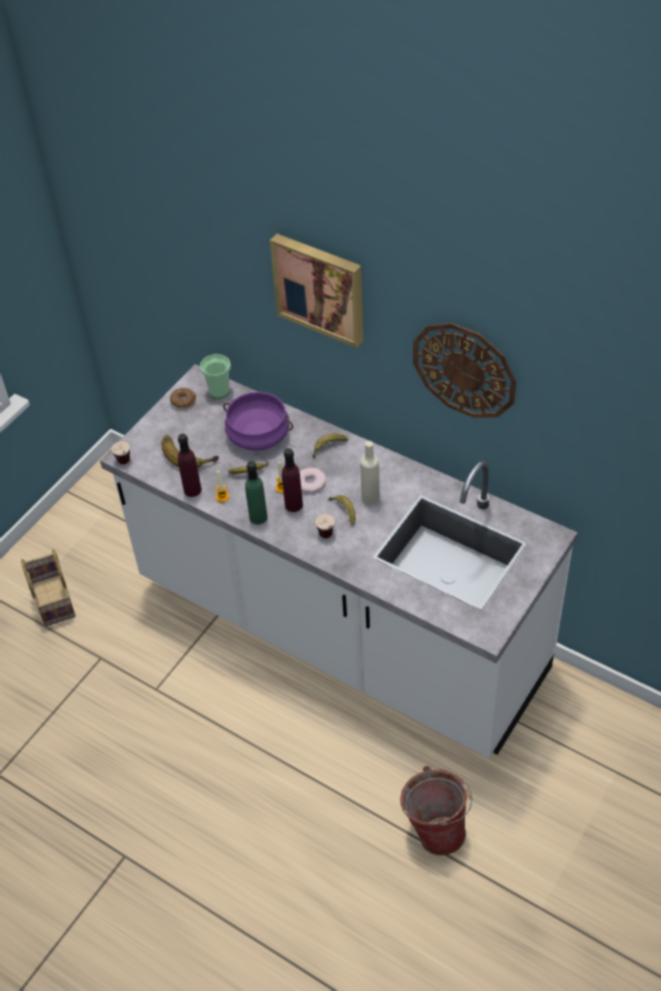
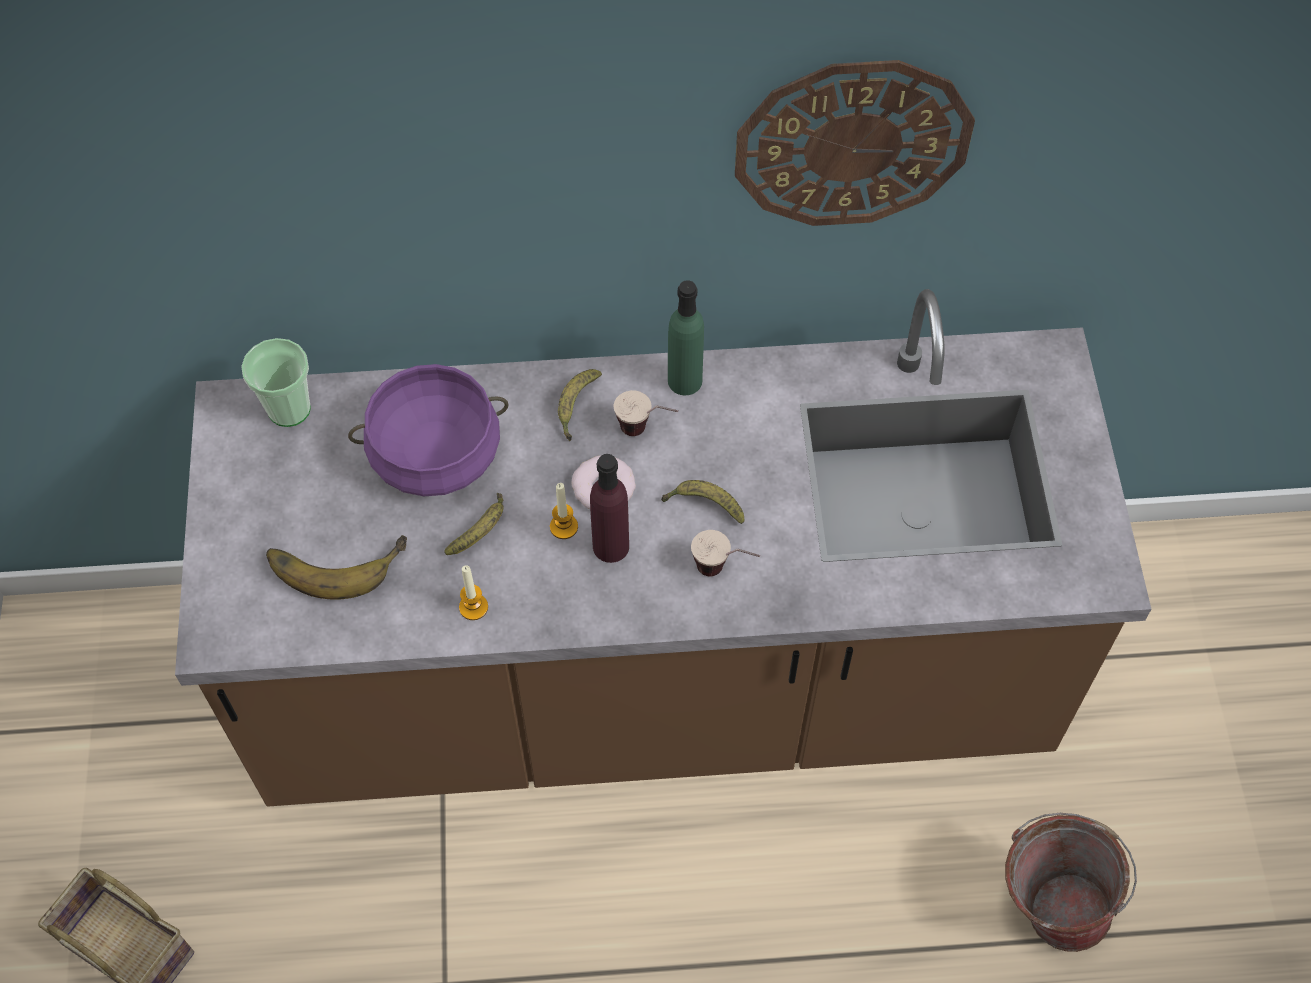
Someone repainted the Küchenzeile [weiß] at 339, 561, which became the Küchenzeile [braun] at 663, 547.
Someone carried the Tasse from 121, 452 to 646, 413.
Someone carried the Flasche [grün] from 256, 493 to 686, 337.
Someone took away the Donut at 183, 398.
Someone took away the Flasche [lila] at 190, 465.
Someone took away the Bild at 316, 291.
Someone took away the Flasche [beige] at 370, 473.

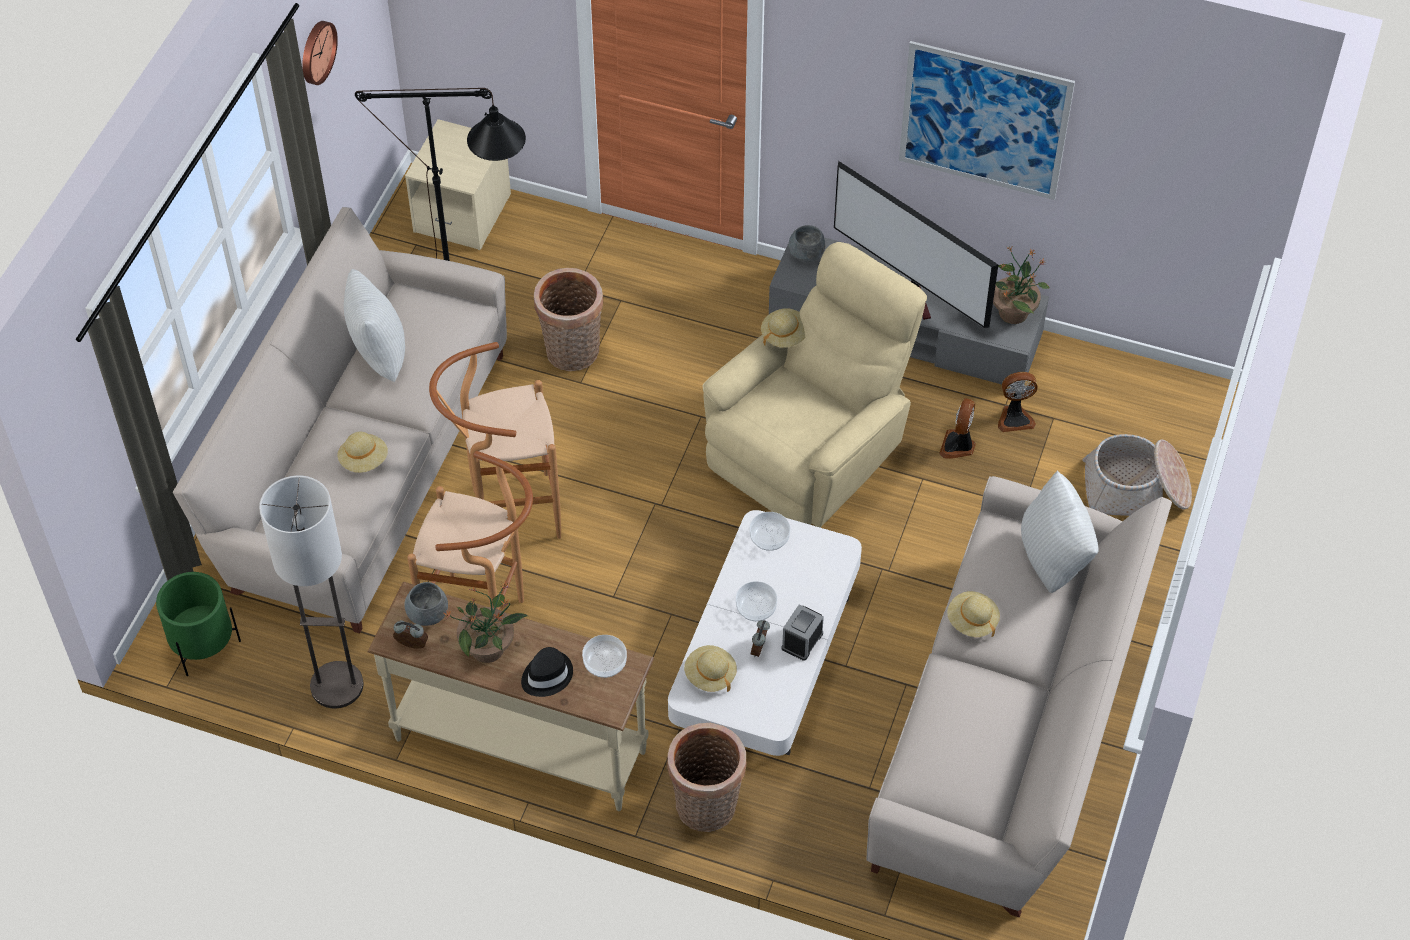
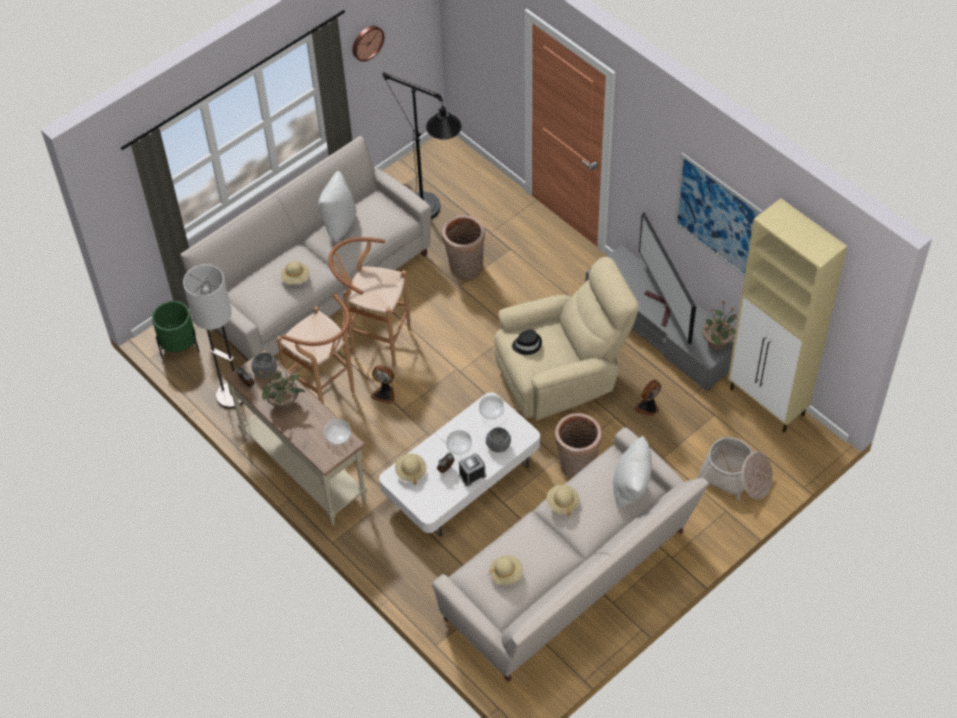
Someone carried the Ventilator from 1018, 402 to 382, 384.
Someone carried the Schüssel [grau] from 807, 243 to 498, 440.
Someone carried the Hut [beige] from 783, 328 to 506, 570.
Someone carried the Hut [schwarz] from 547, 672 to 527, 342.
Someone carried the Korb from 706, 777 to 578, 445.
Someone put down the Schrank [beige] at 787, 315.
Someone took away the Nachttisch [beige] at 458, 184.

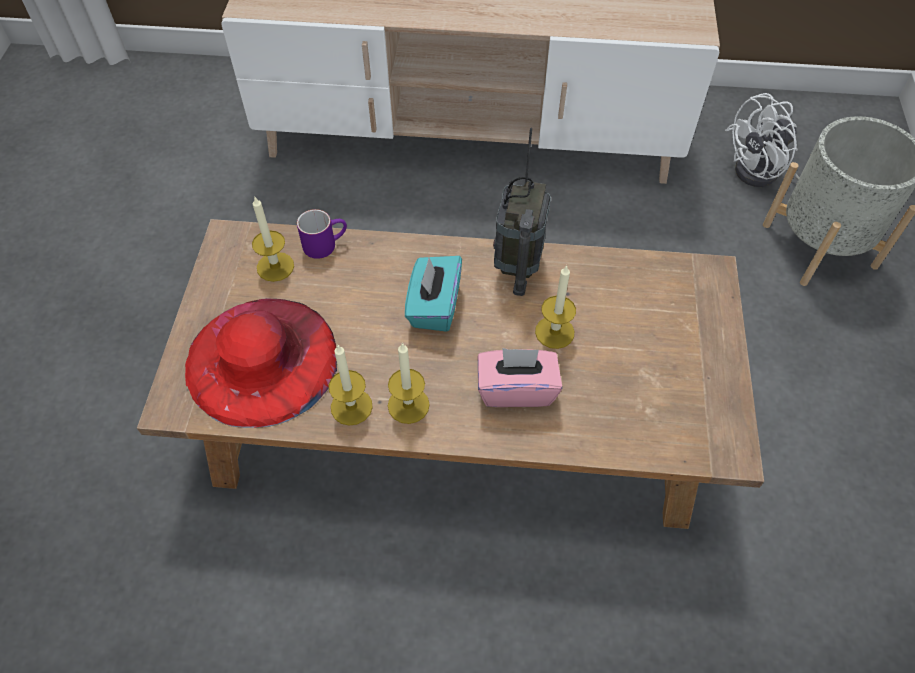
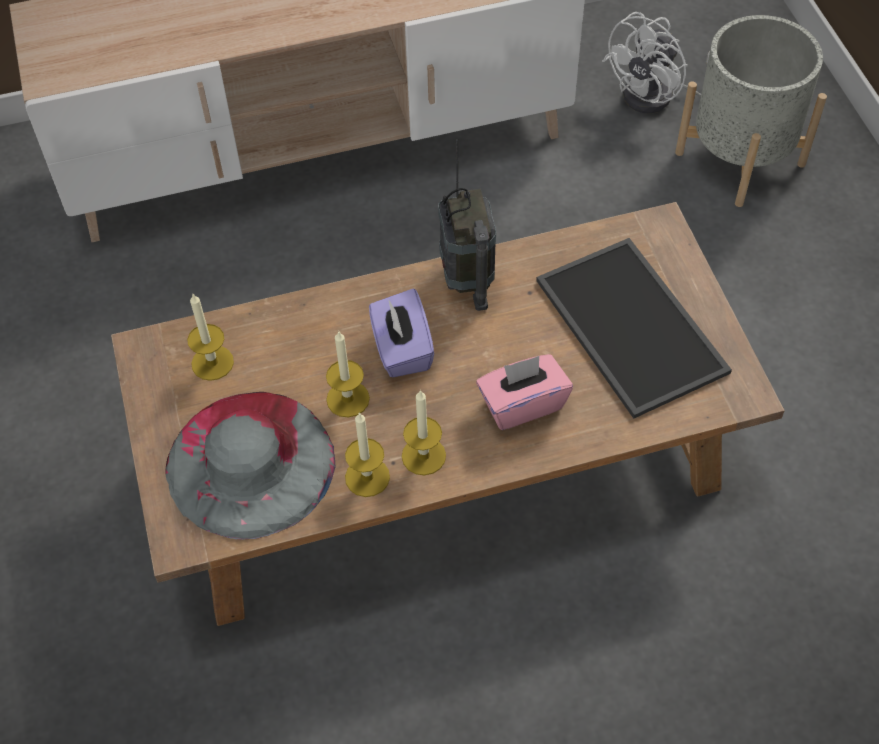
Someone repainted the Hut [rot] at 261, 363, which became the Hut [grau] at 250, 465.
Someone carried the Kerze from 555, 307 to 348, 374.
Someone repainted the Taschentuchbox [türkis] at 433, 294, which became the Taschentuchbox [lila] at 401, 333.
Someone put down the Tablett at 634, 328.
Someone took away the Henkelbecher [lila] at 322, 234.

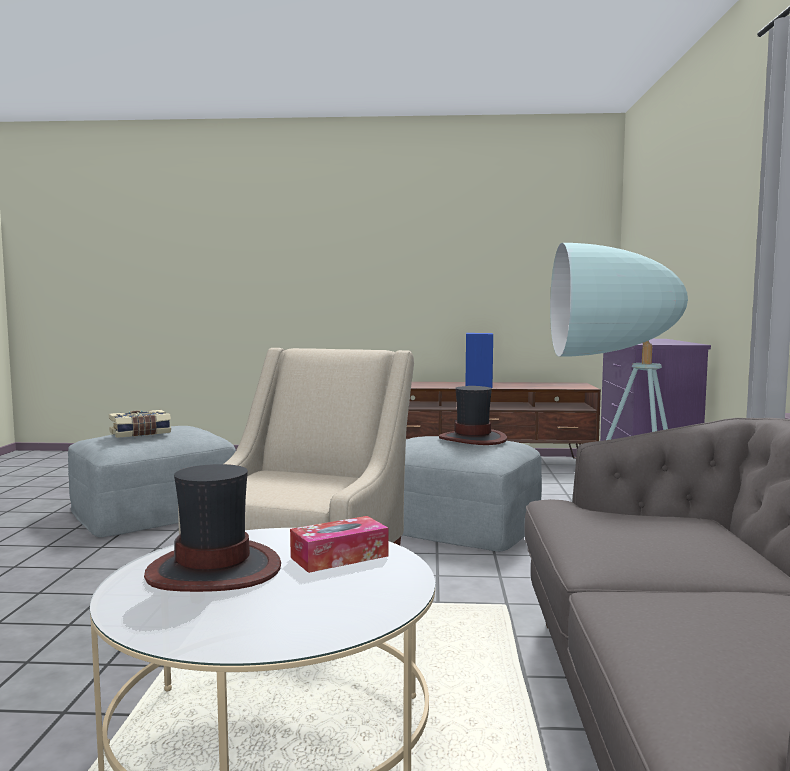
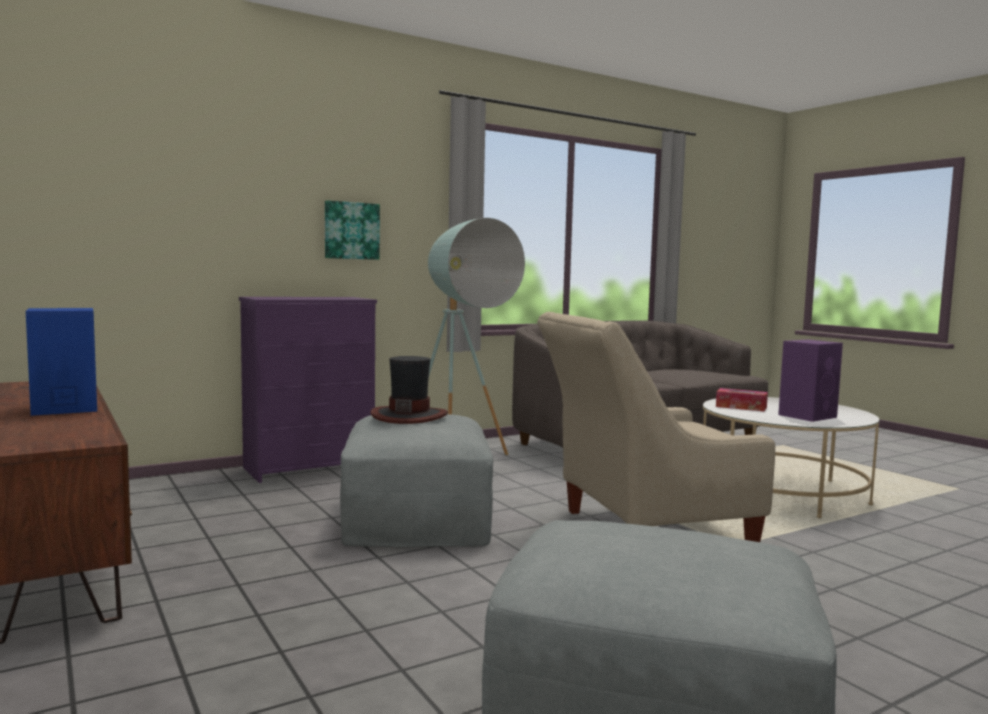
Someone put up the Bild at 352, 230.
Someone swapped the Hut at 212, 528 for the Lautsprecher [lila] at 810, 381.
Someone took away the Buch at 140, 424.

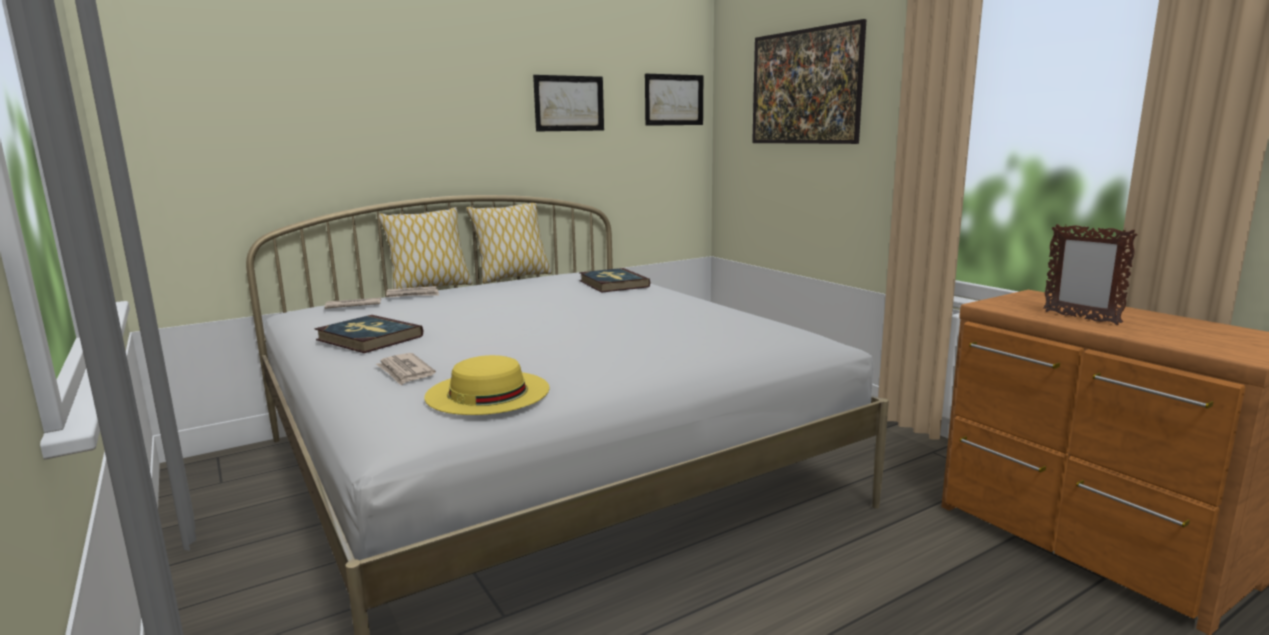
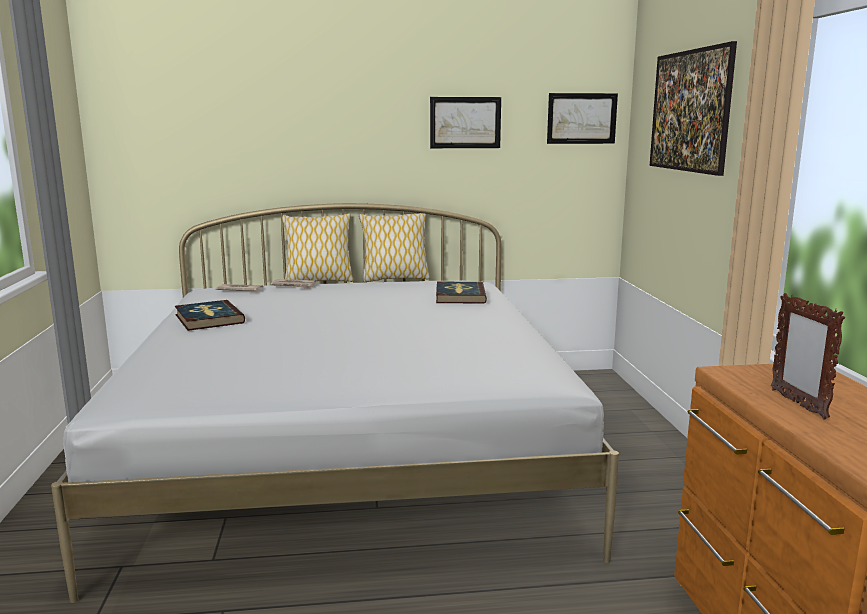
Someone took away the Zeitung at 406, 369.
Someone took away the Hut [gelb] at 486, 385.

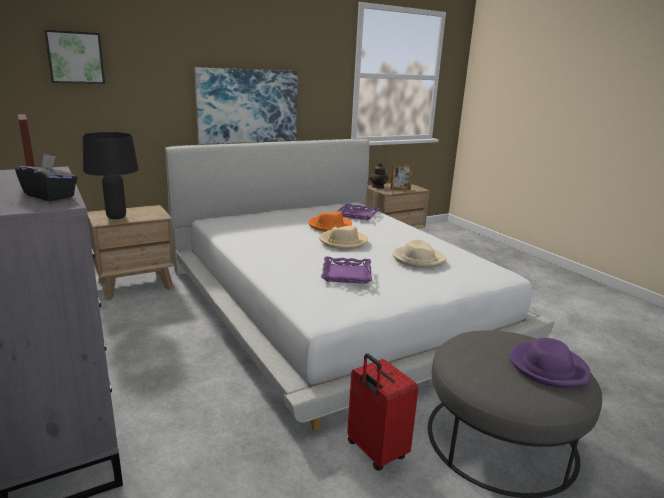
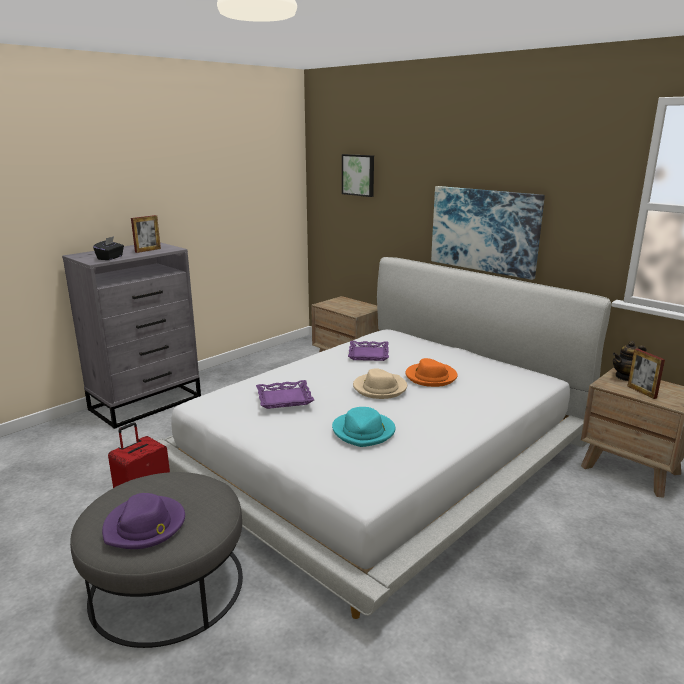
Someone repainted the Hut [beige] at 419, 253, which became the Hut [türkis] at 364, 427.
Someone carried the Tablett [lila] from 358, 212 to 368, 351.
Someone took away the Tischlampe [schwarz] at 111, 175.

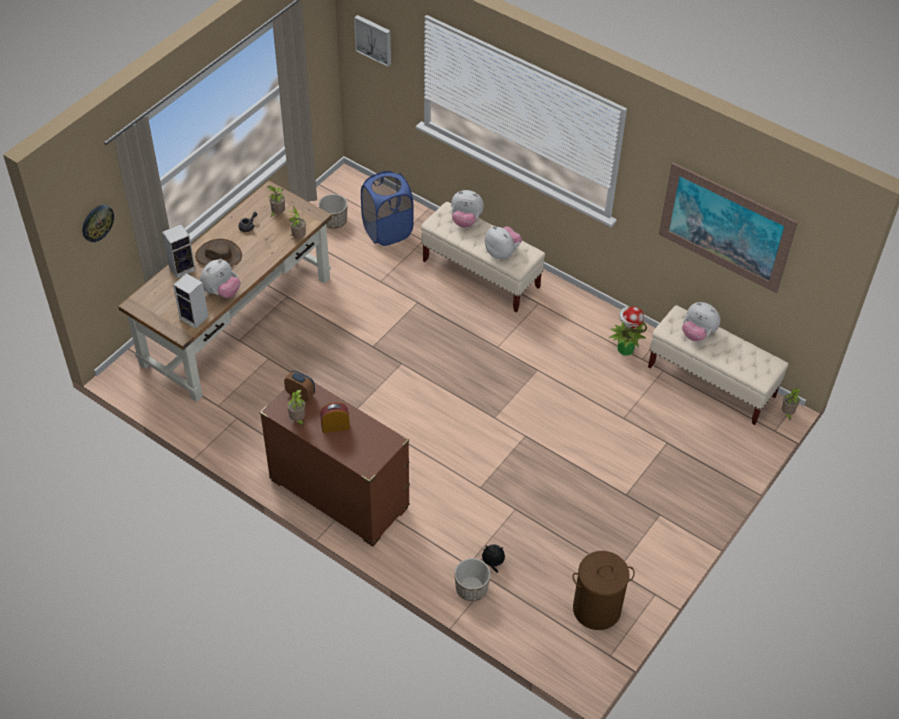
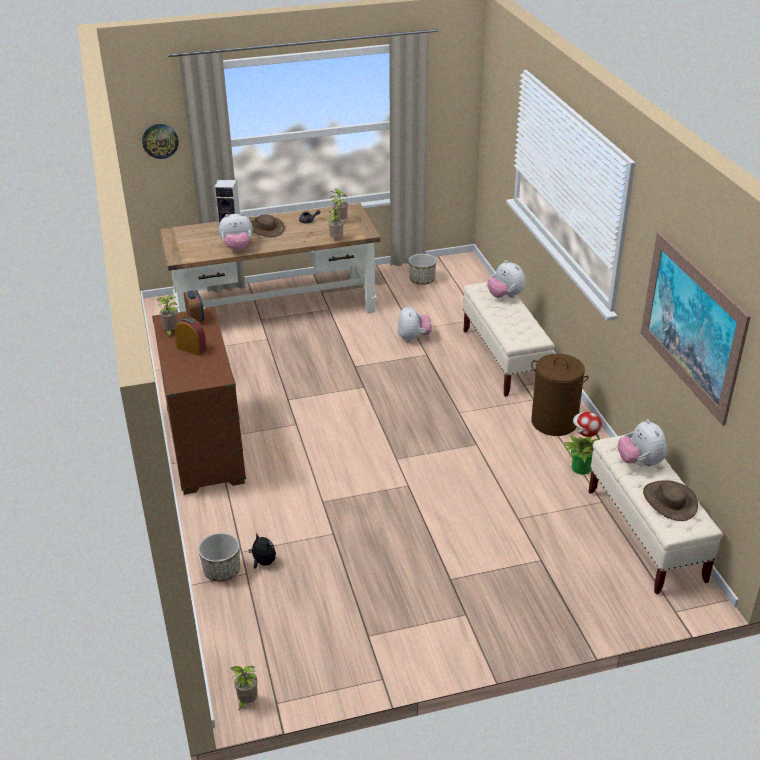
Someone carried the Topfpflanze from 791, 404 to 244, 688.
Someone carried the Plüschtier from 503, 242 to 414, 323.
Someone carried the Wäschekorb [braun] from 604, 590 to 560, 395.
Someone put down the Hut [braun] at 670, 500.
Someone took away the Lautsprecher at 191, 301.
Someone took away the Bild at 372, 41.
Someone took away the Wäschekorb [blau] at 387, 208.

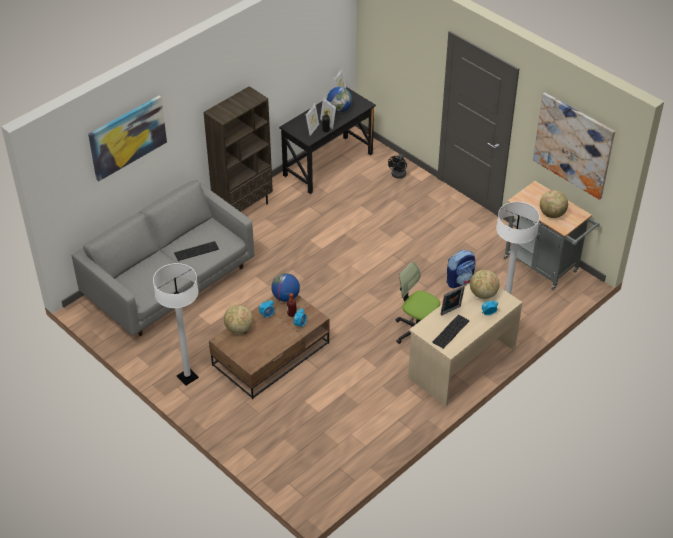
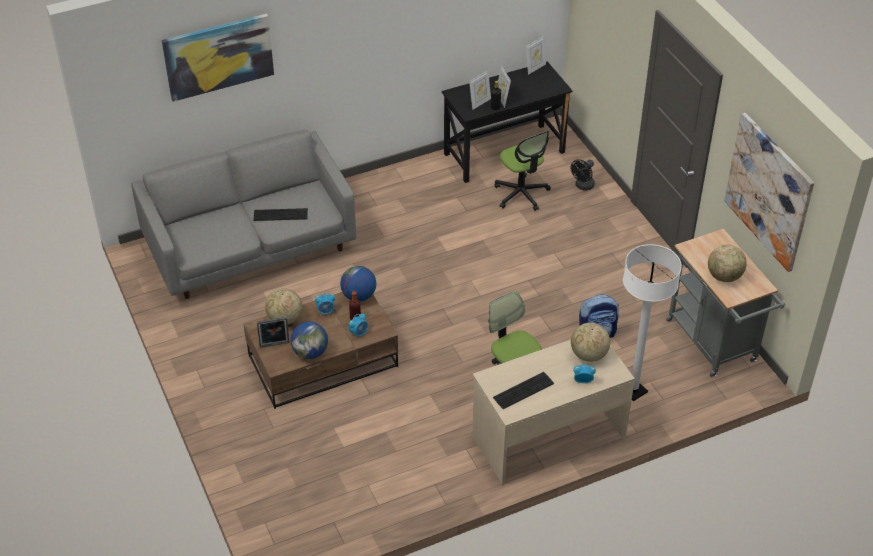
Someone carried the Bilderrahmen from 453, 300 to 273, 332.
Someone carried the Globus from 339, 99 to 309, 340.
Someone put down the Bürostuhl at 523, 171.
Someone took away the Stehlampe [weiß] at 176, 324.
Someone took away the Bücherregal [braun] at 238, 149.

